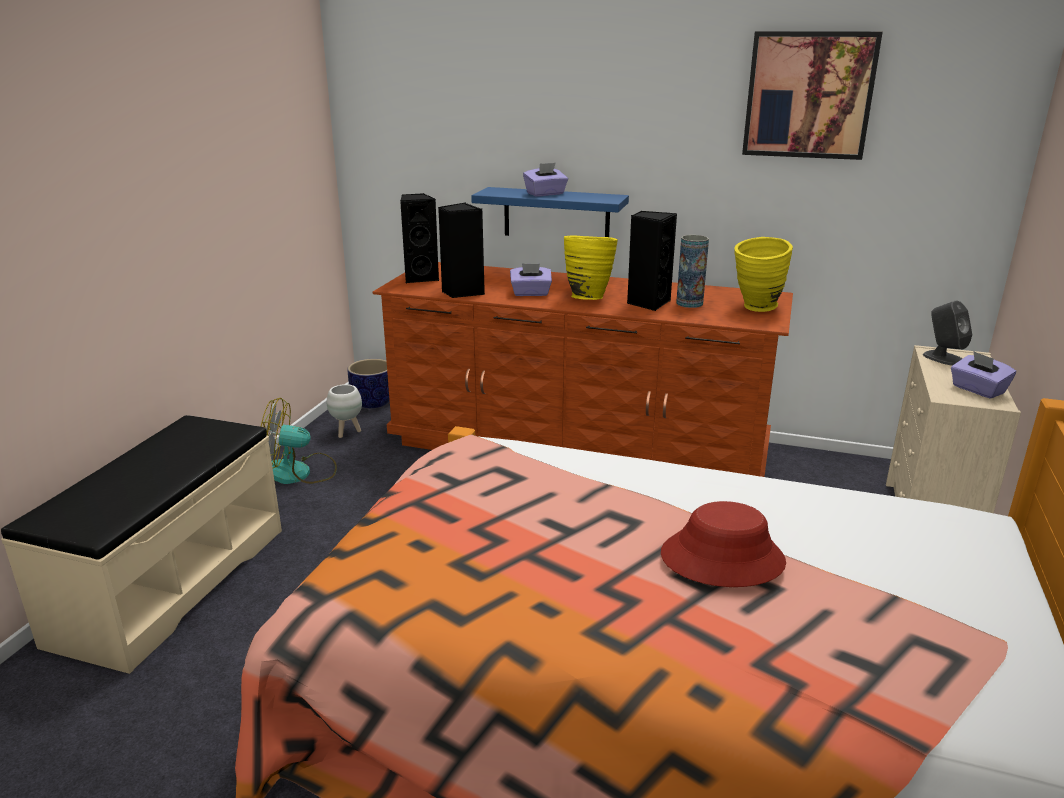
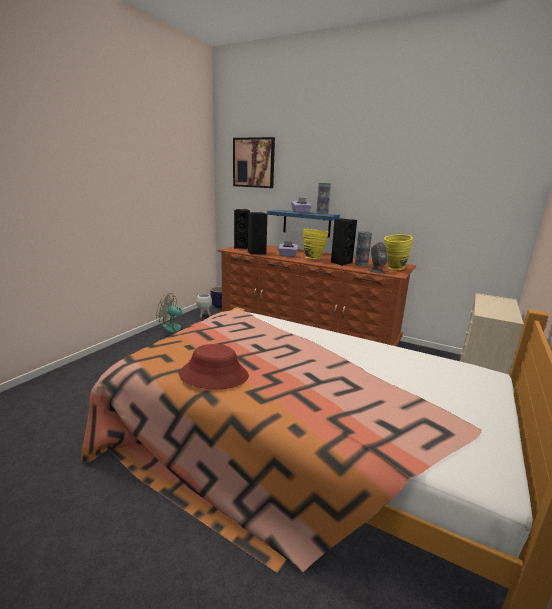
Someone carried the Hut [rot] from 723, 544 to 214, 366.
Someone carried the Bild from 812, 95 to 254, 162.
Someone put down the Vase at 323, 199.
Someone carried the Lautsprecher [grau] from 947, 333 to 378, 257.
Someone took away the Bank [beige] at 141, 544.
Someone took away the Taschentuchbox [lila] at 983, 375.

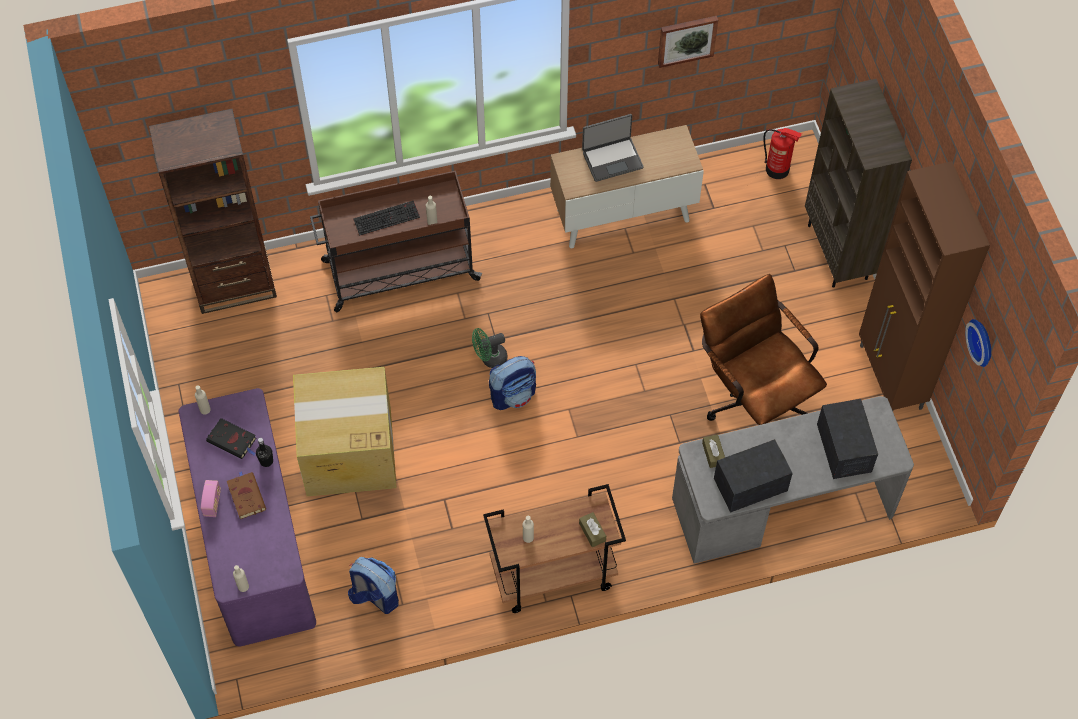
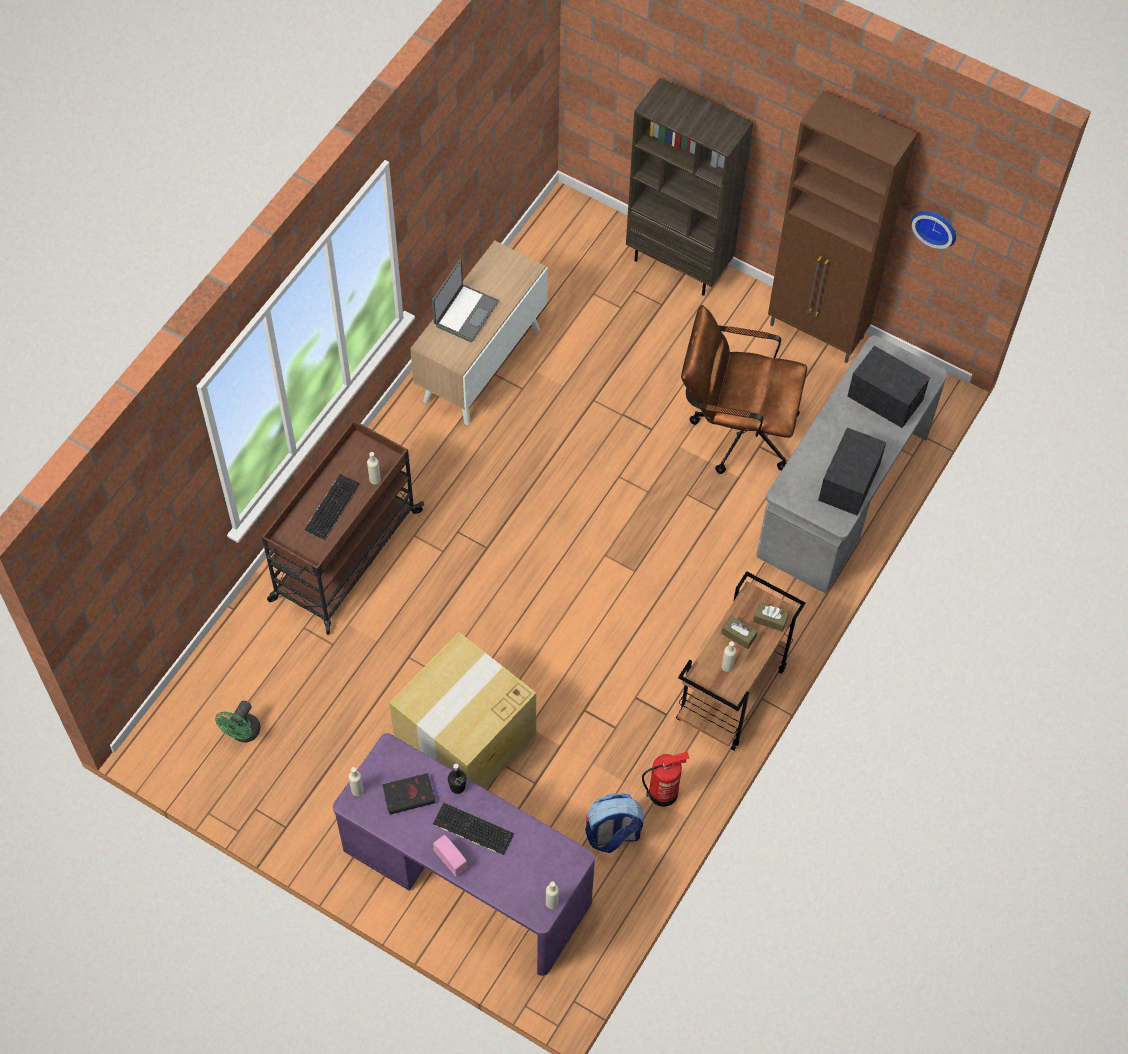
Someone carried the Ventilator [grün] from 489, 348 to 237, 721.
Someone swapped the Buch [braun] at 246, 495 for the Tastatur at 473, 829.
Someone carried the Feuerlöscher from 782, 153 to 665, 779.
Someone carried the Taschentuchbox [braun] from 713, 451 to 739, 632.
Someone took away the Bücherregal [braun] at 213, 211.
Someone took away the Rucksack at 512, 383.
Someone took away the Bild at 688, 42.

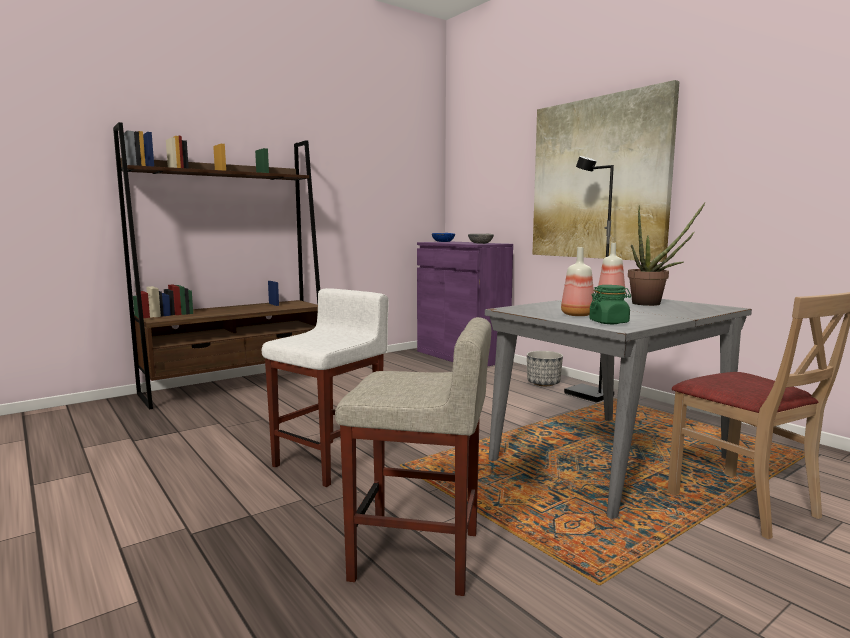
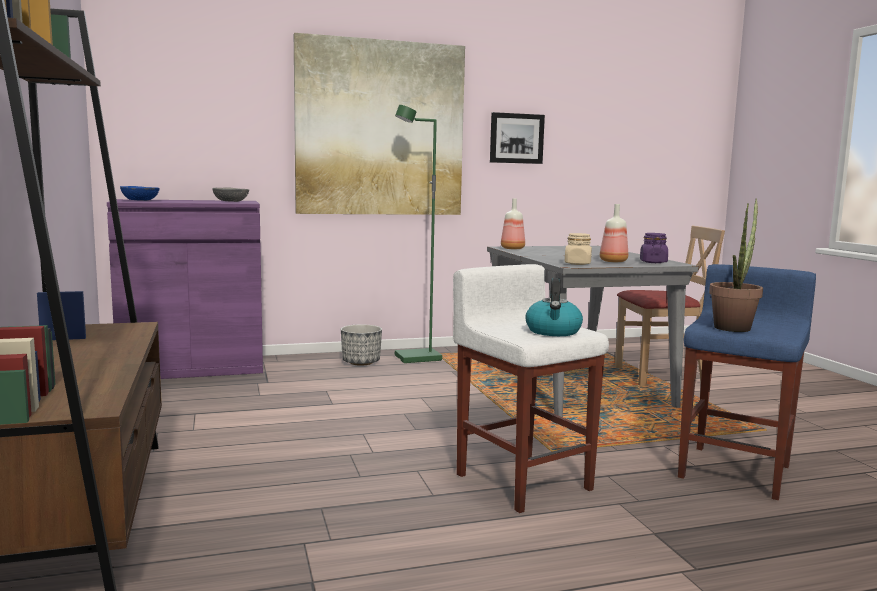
Someone repainted the Stehlampe [schwarz] at 589, 279, which became the Stehlampe [grün] at 418, 234.
Someone put up the Bild at 517, 138.
Someone put down the Wasserkessel at 554, 307.
Someone put down the Vorratsglas [beige] at 578, 249.
Someone repainted the Vorratsglas [grün] at 610, 304, which became the Vorratsglas [lila] at 654, 248.
Someone repainted the Hocker [beige] at 413, 456, which became the Hocker [blau] at 747, 382.
Someone carried the Topfpflanze from 667, 254 to 736, 265.

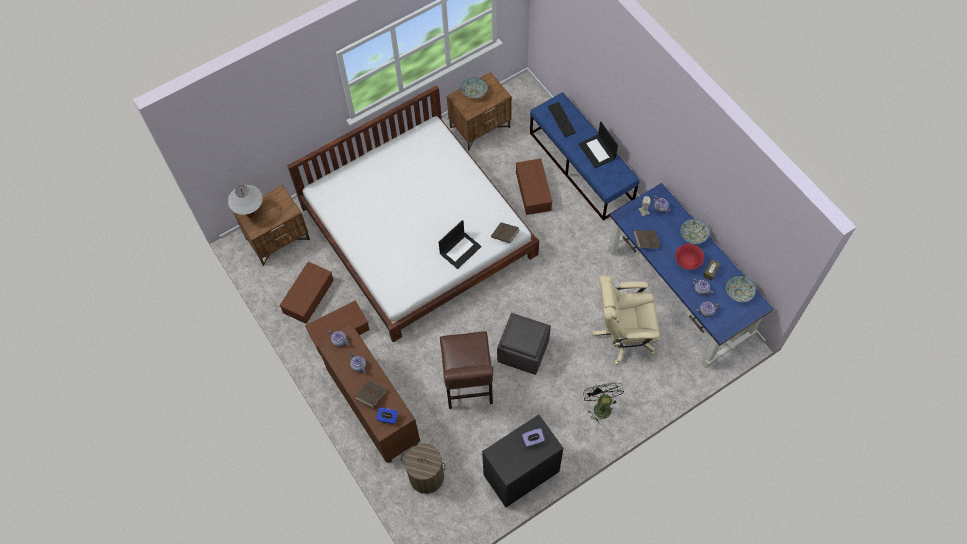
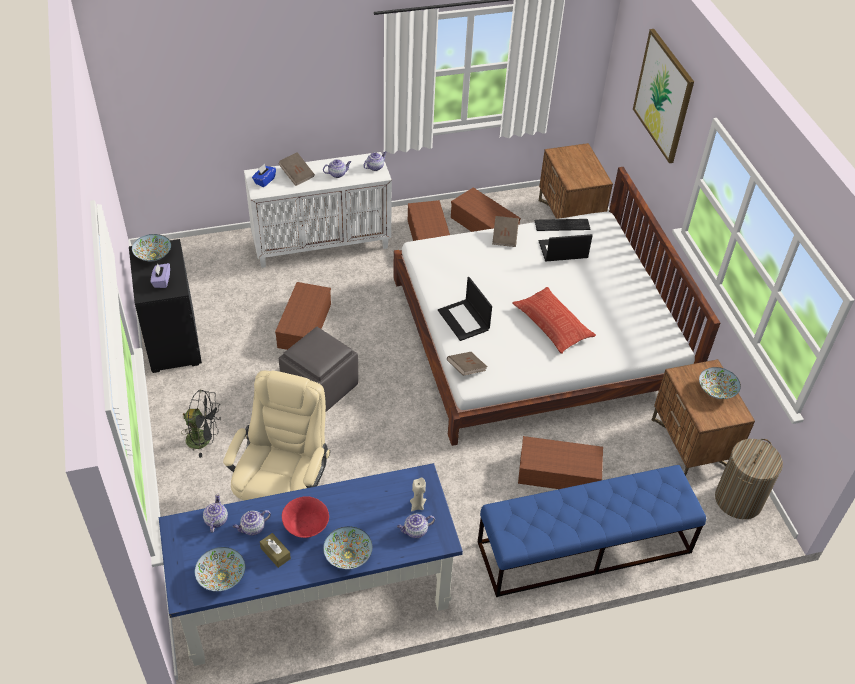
Someone put down the Schüssel at 151, 247.
Someone repainted the Schrank [braun] at 368, 393, which became the Schrank [weiß] at 318, 210.
Someone swapped the Stuhl [braun] at 466, 370 for the Aufbewahrungsbox [braun] at 303, 316.
Someone carried the Buch [braun] from 647, 239 to 505, 231.
Someone put down the Kissen at 554, 320.
Someone carried the Tastatur from 562, 119 to 562, 225.
Someone carried the Laptop from 598, 145 to 566, 248.
Someone put up the Bild at 663, 96.
Someone carried the Wäschekorb from 423, 469 to 749, 479.
Someone took away the Tischlampe [weiß] at 245, 201.

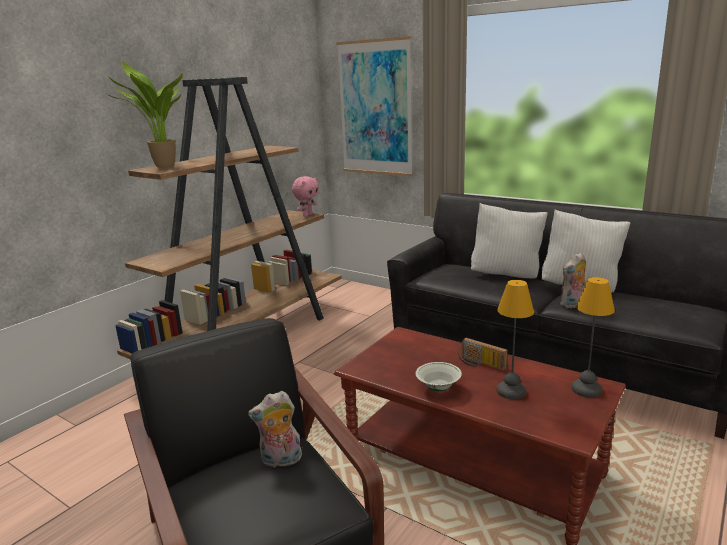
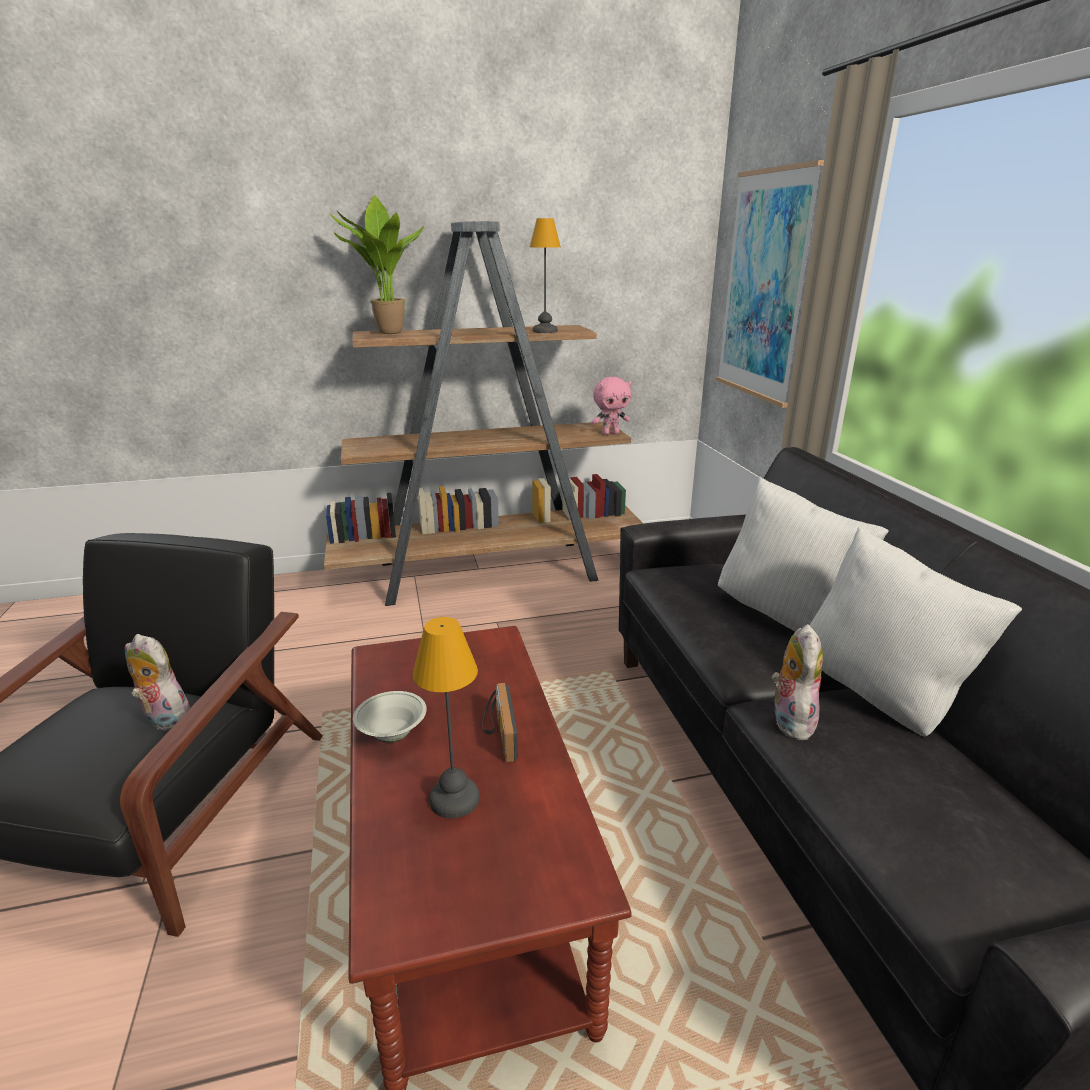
Someone carried the Tischlampe from 593, 337 to 545, 275.
Someone rotated the Plüschtier at 573, 280 by 90 degrees clockwise.

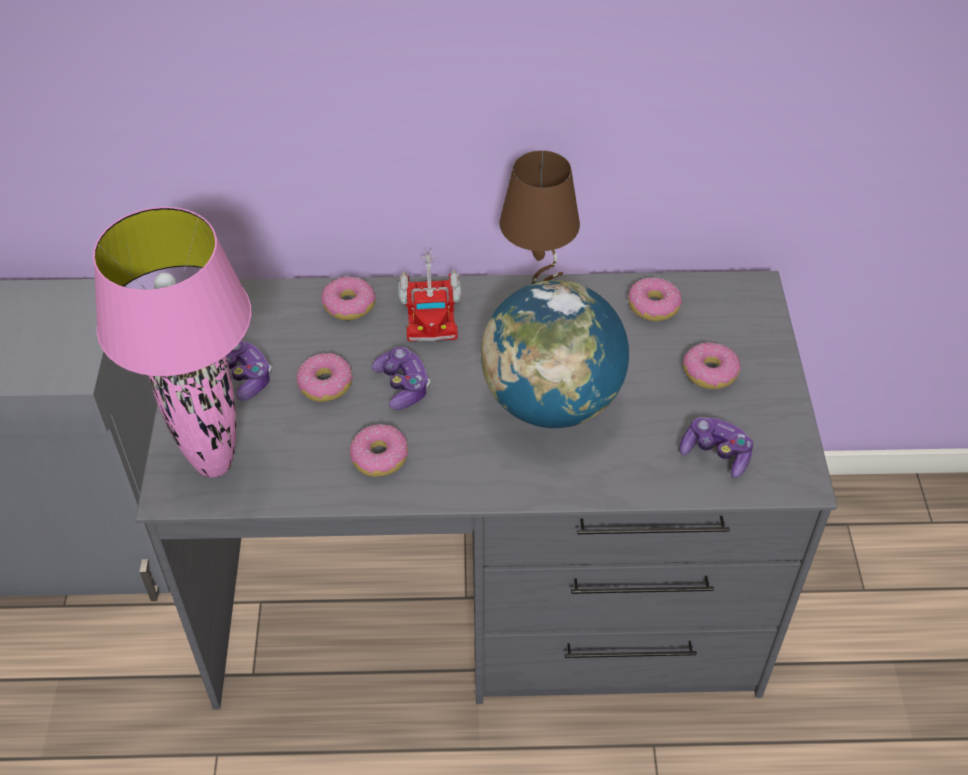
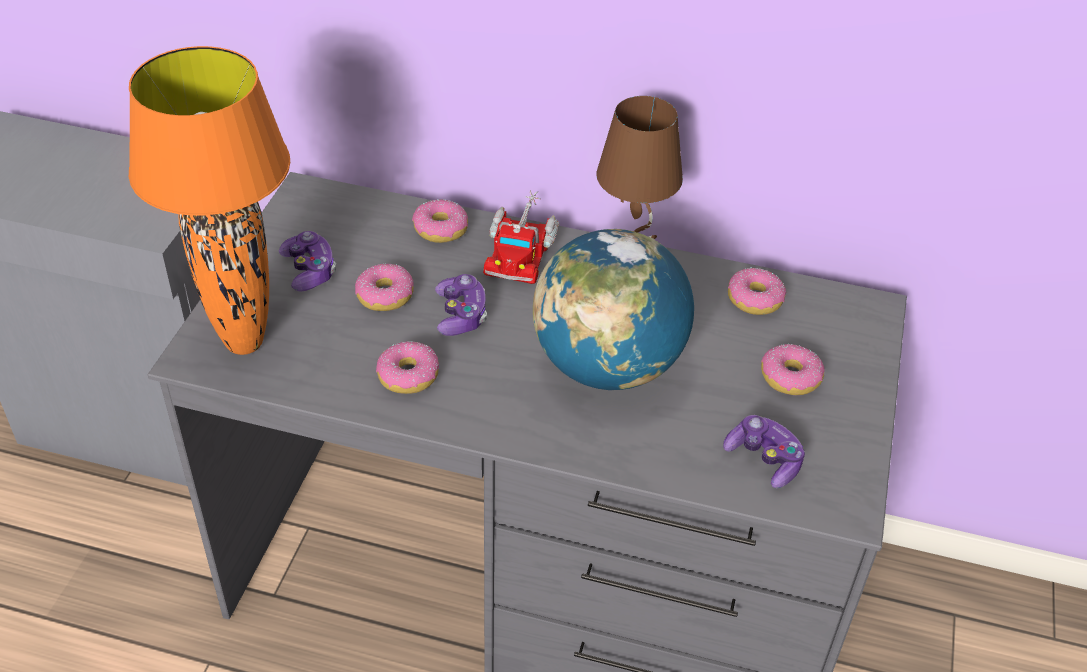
Someone repainted the Tischlampe [rosa] at 172, 342, which became the Tischlampe [orange] at 209, 200.

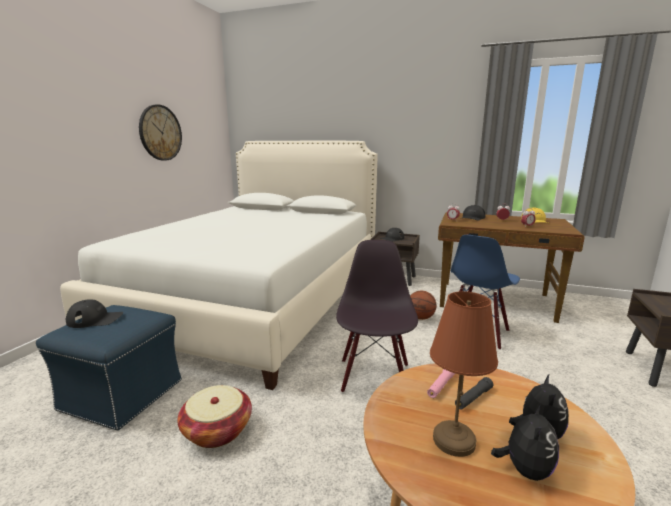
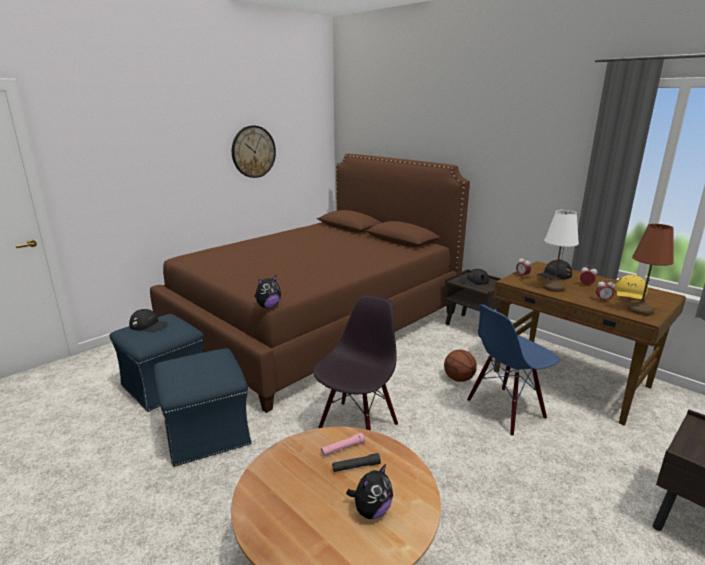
Someone repainted the Bett [weiß] at 219, 265, which became the Bett [braun] at 310, 283.
Someone swapped the Korb at 214, 416 for the Polsterhocker [blau] at 203, 407.
Someone carried the Plüschtier from 525, 442 to 267, 291.
Someone put down the Tischlampe [weiß] at 561, 251.
Someone carried the Tischlampe [braun] from 464, 374 to 650, 270.

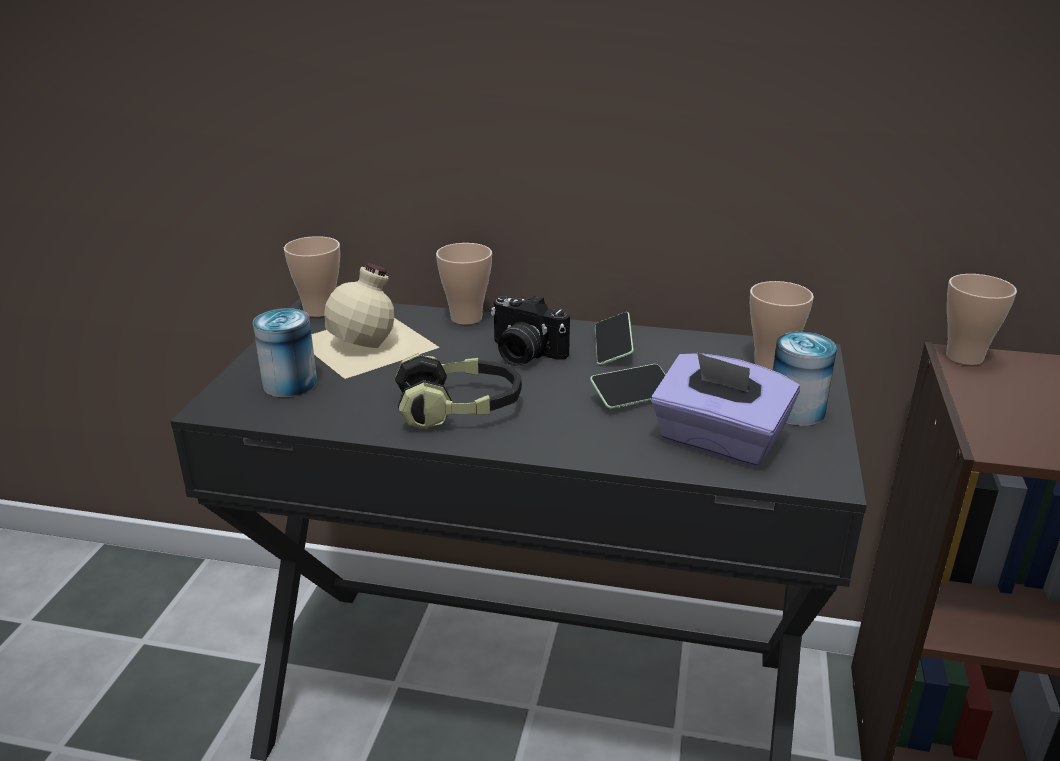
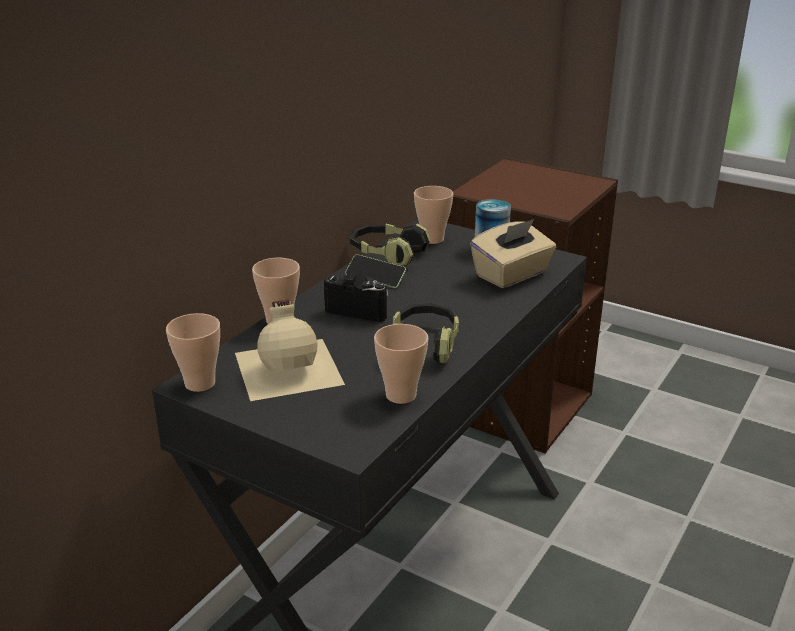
Someone rotated the Kamera at 530, 330 by 120 degrees counterclockwise.
Someone put down the Kopfhörer at 390, 245.
Someone carried the Tasse from 981, 319 to 401, 364.
Someone repainted the Taschentuchbox [lila] at 725, 409, which became the Taschentuchbox [beige] at 513, 253.
Someone took away the Dose at 285, 352.
Someone took away the Handy at 627, 386.

